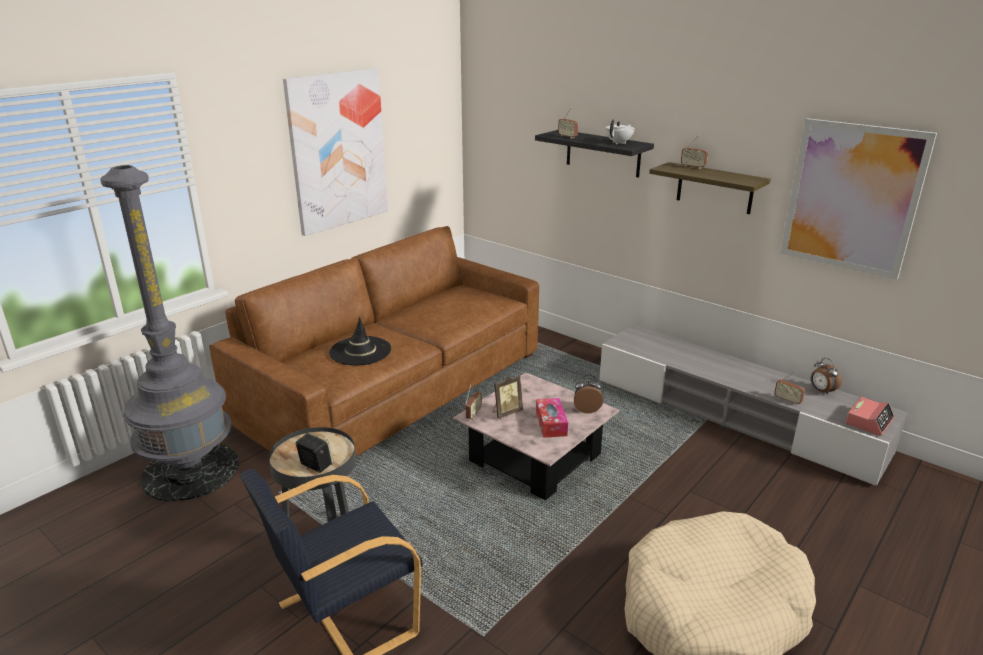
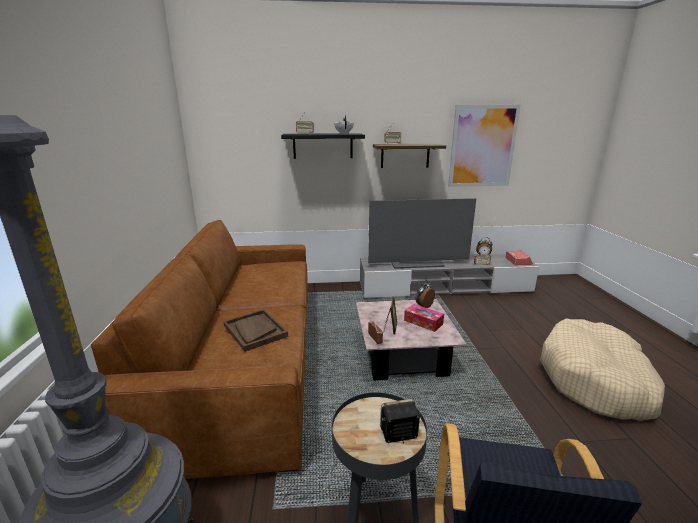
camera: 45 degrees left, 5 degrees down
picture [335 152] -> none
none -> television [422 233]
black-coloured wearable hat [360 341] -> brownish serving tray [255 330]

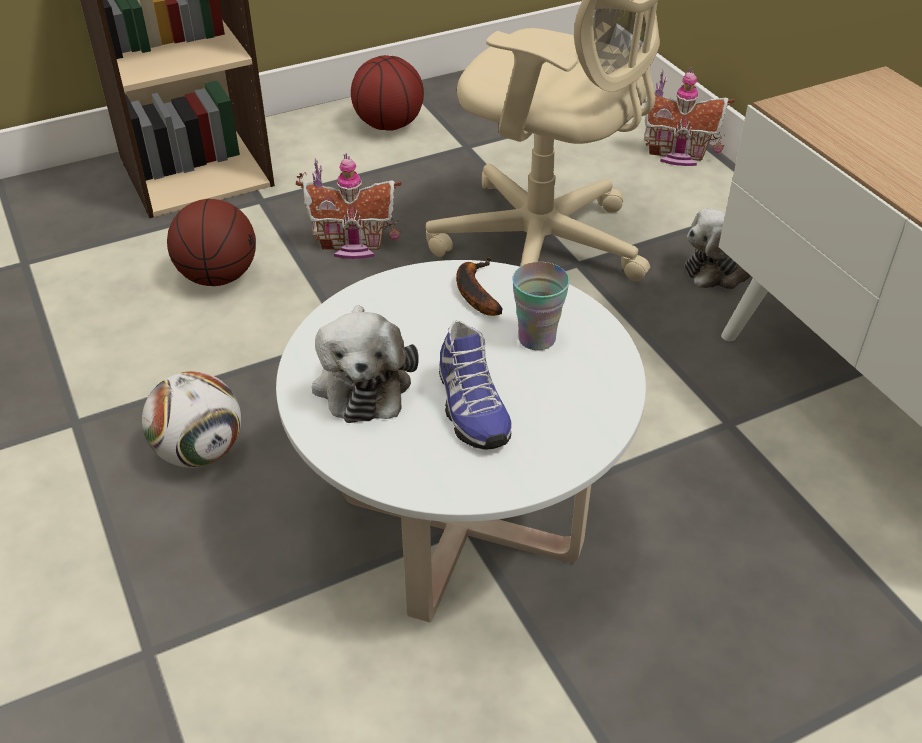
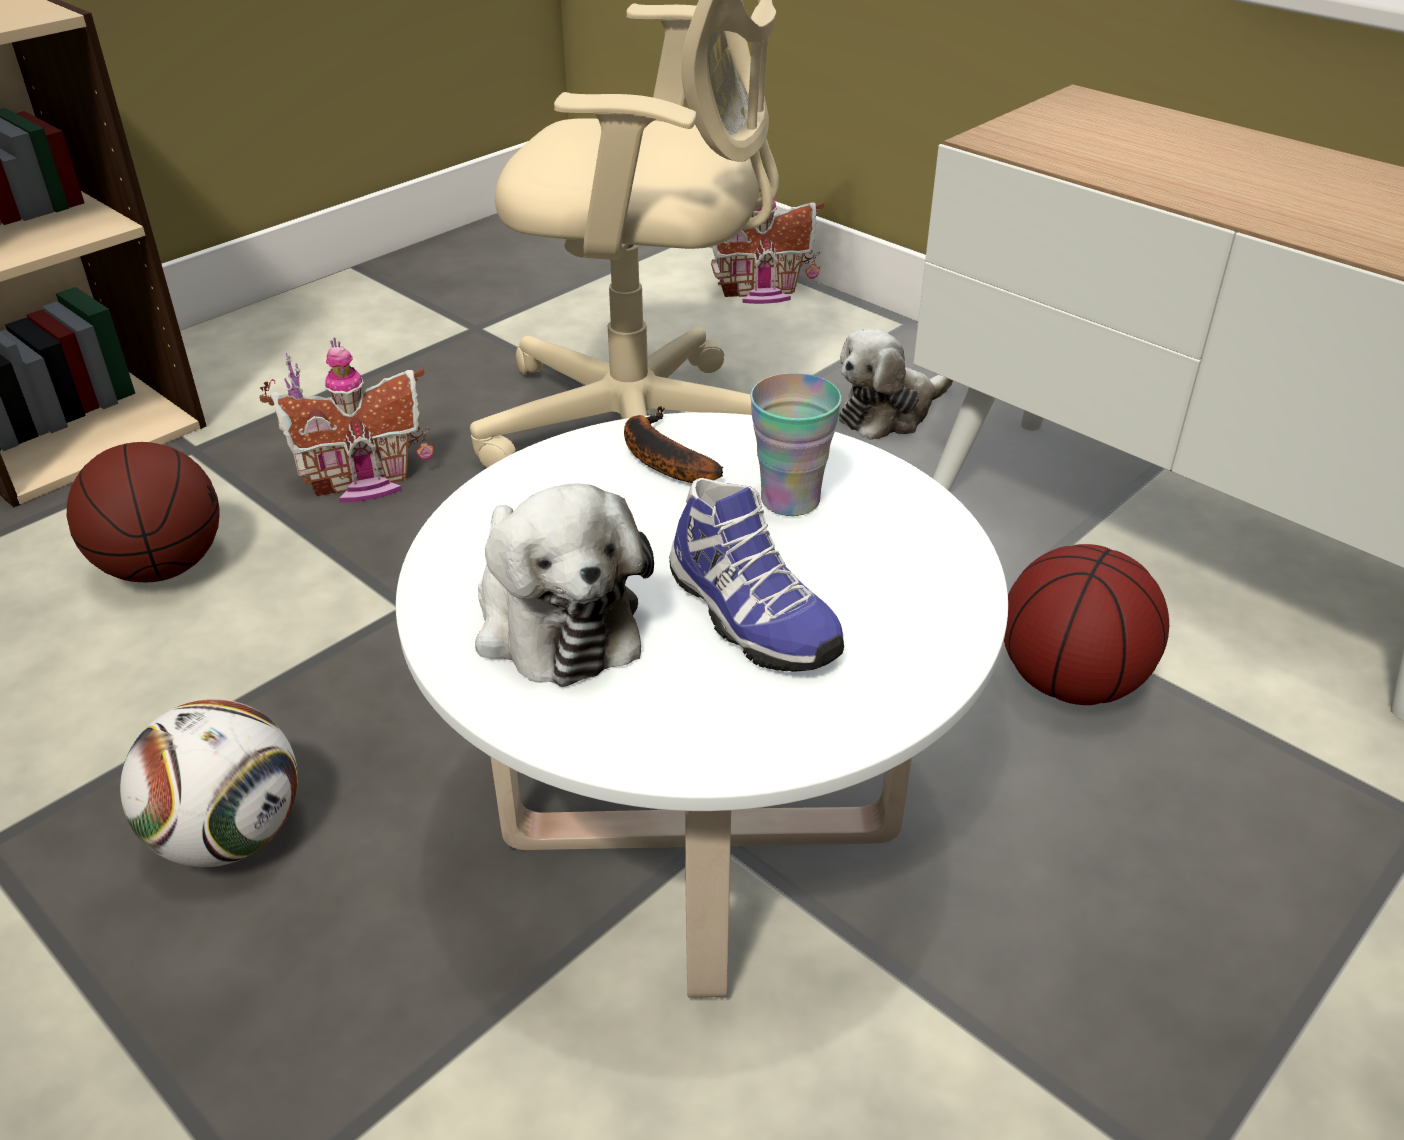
camera: 20 degrees left, 5 degrees down
ball for basketball [387 93] -> ball for basketball [1086 624], move

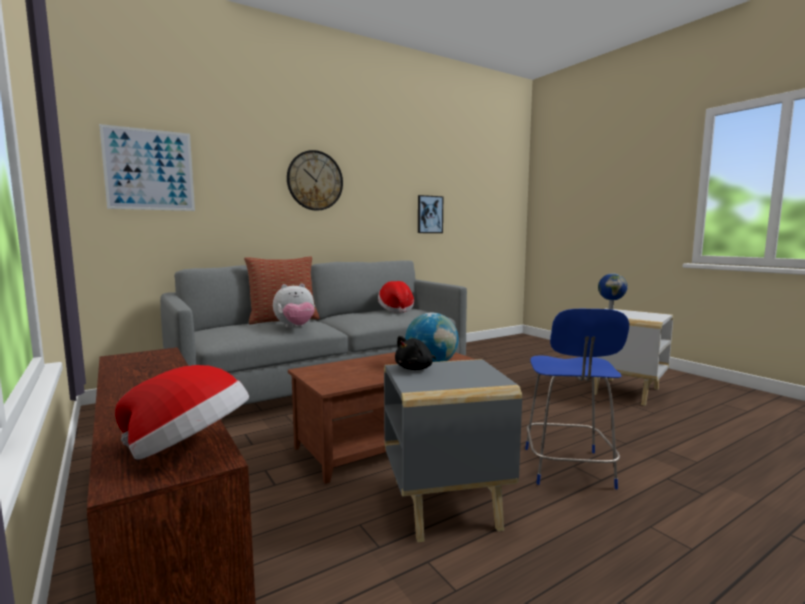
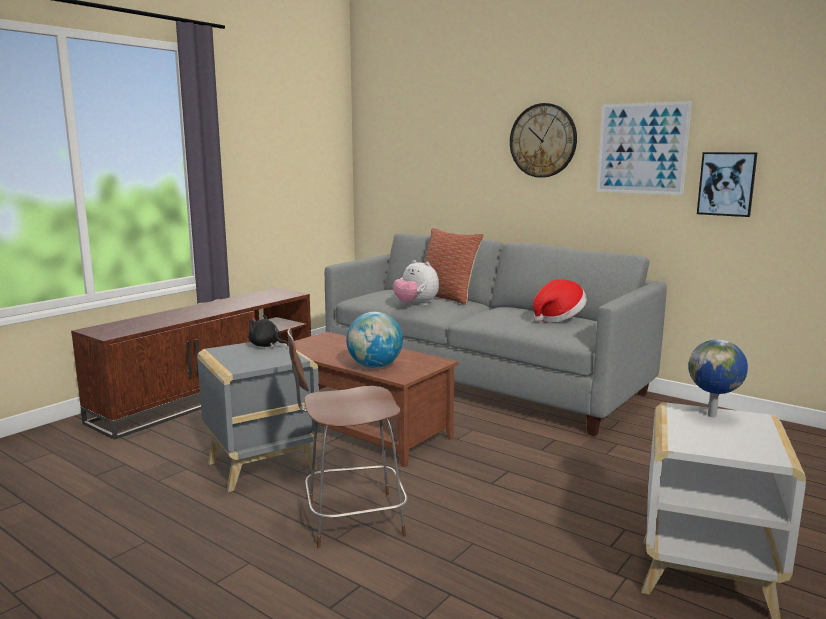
camera: 70 degrees right, 5 degrees up
wearable hat [182 412] -> none
picture [147 167] -> picture [644 148], move
bluish stool [577 399] -> brownish stool [348 438]

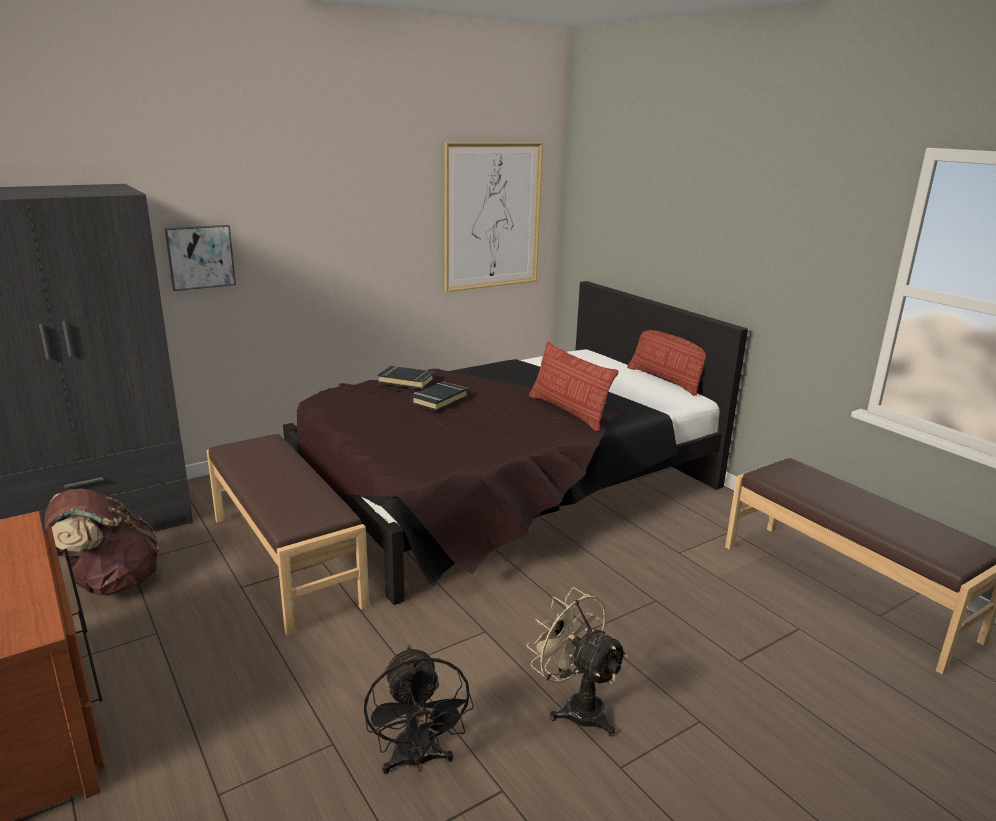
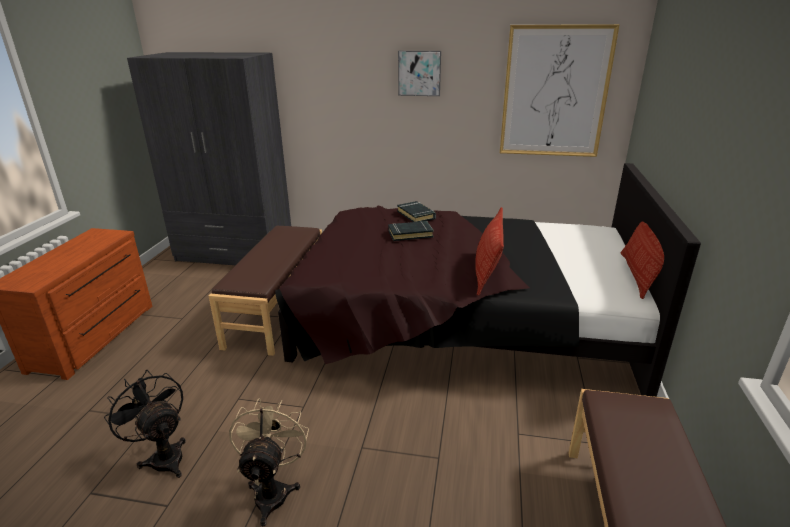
camera: 45 degrees right, 5 degrees up
brownish rucksack [102 542] -> none
picture [200 258] -> picture [419 73], move
black-coloured fan [419 709] -> black-coloured fan [145 424], 105 degrees clockwise

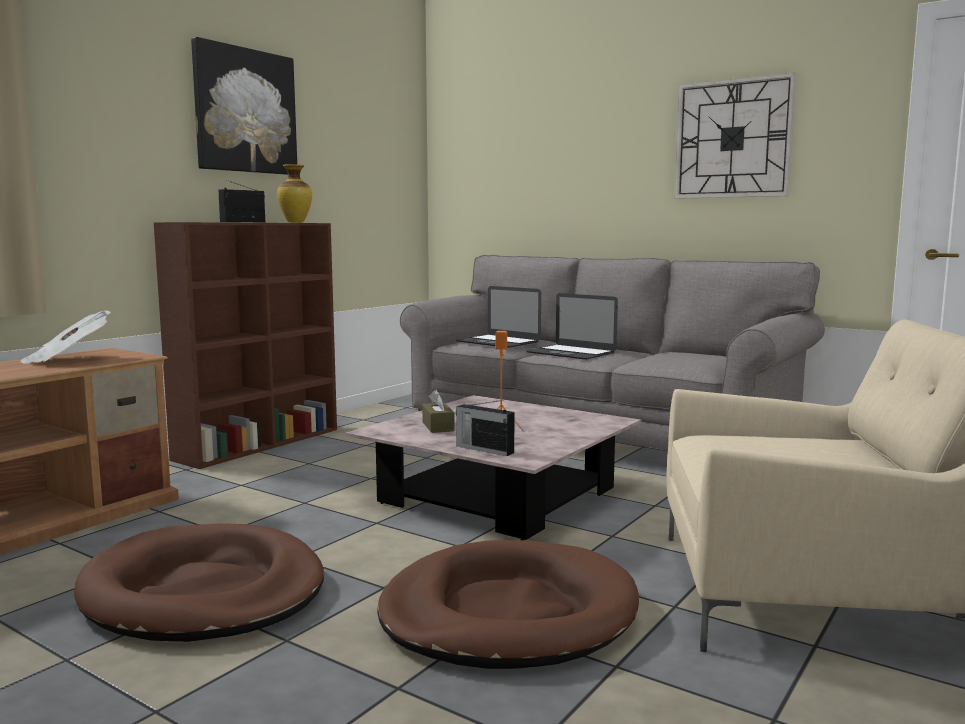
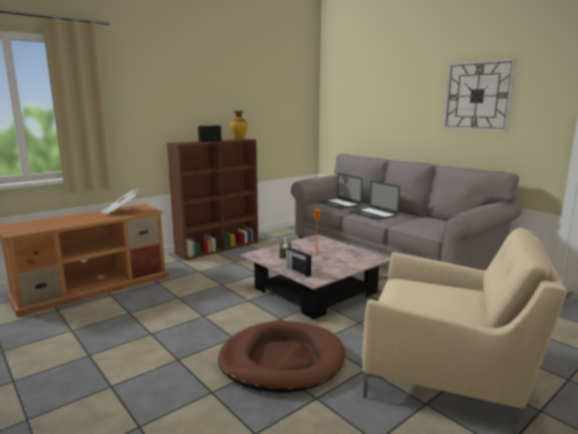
camera: 15 degrees right, 5 degrees up
brownish dog cushion [199 582] -> none
picture [244 106] -> none

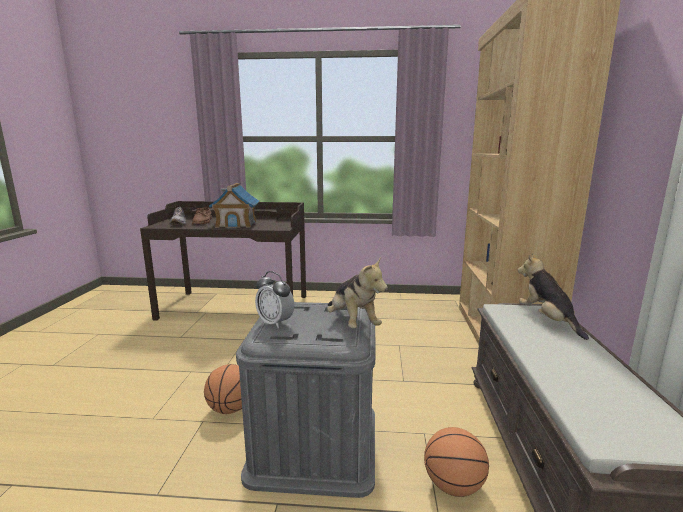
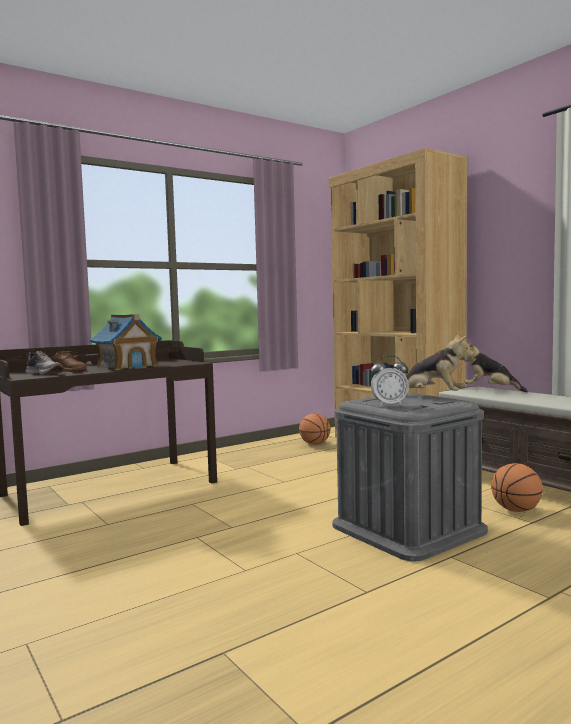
camera: 40 degrees left, 10 degrees down
ball for basketball [223 389] -> ball for basketball [315 429], move

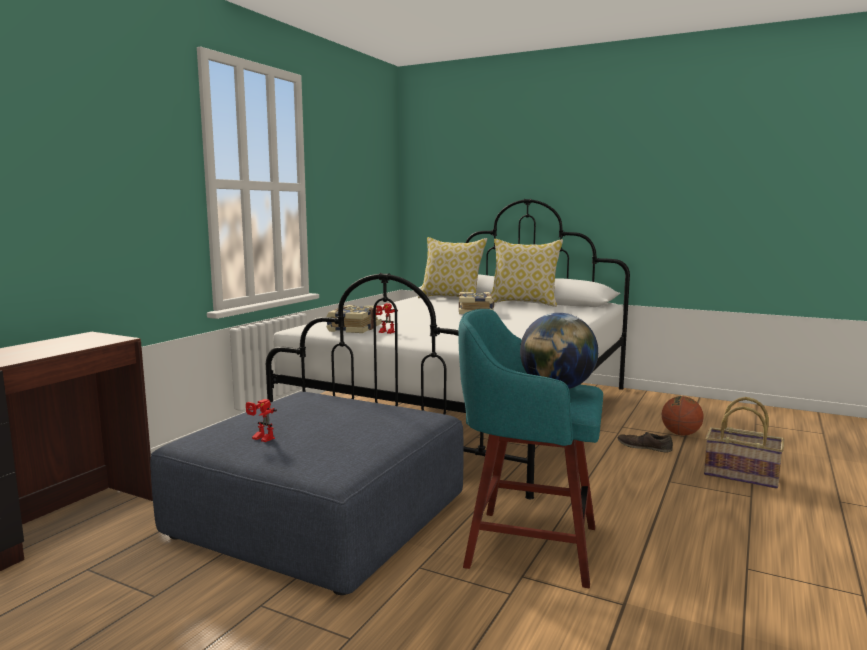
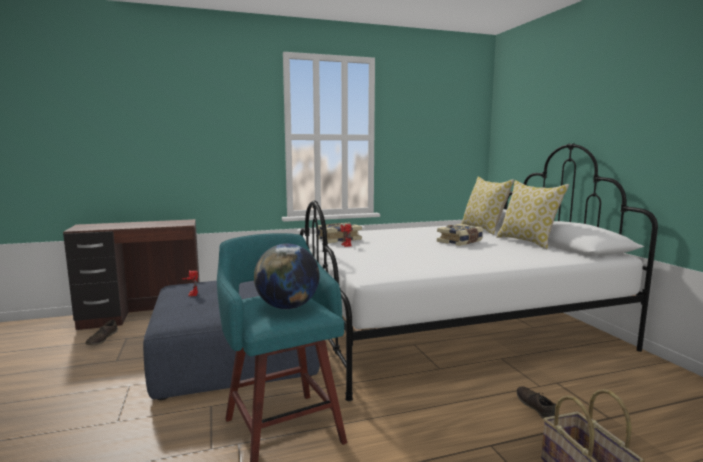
camera: 45 degrees right, 0 degrees up
ball for basketball [682 416] -> none
none -> brownish item of footwear [101 332]

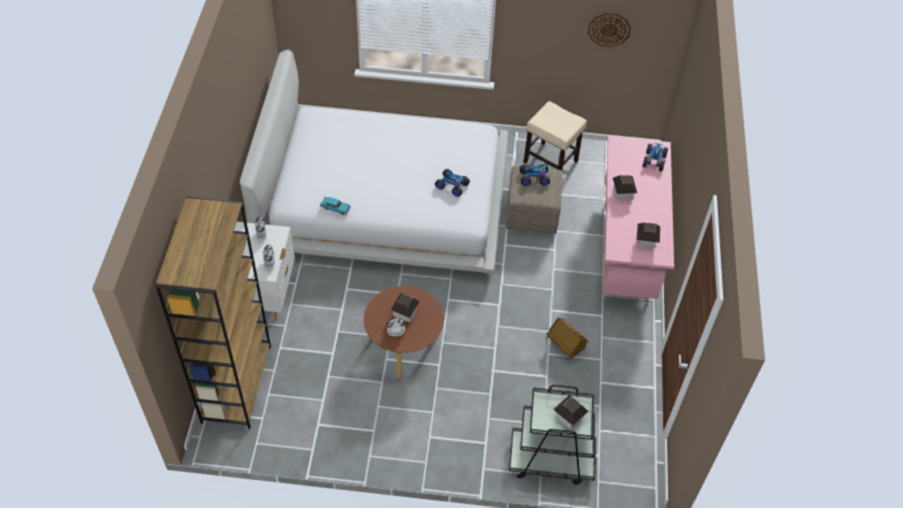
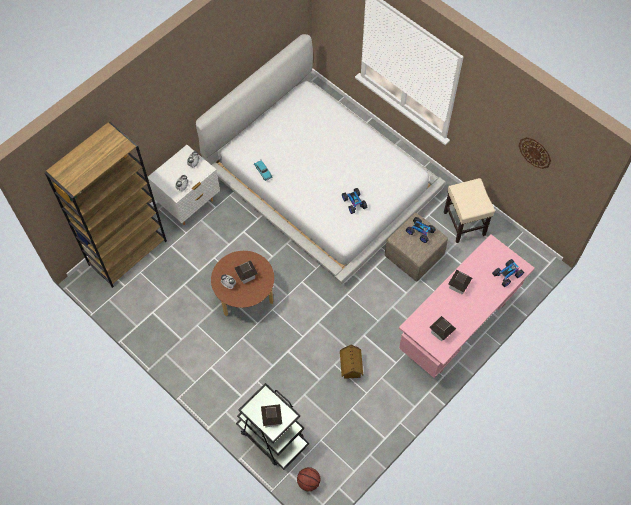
camera: 40 degrees right, 10 degrees up
none -> ball for basketball [308 479]

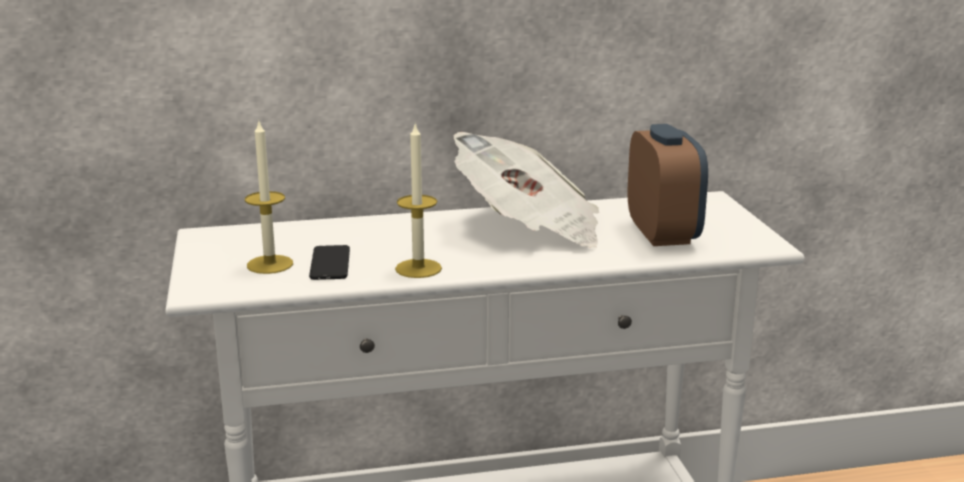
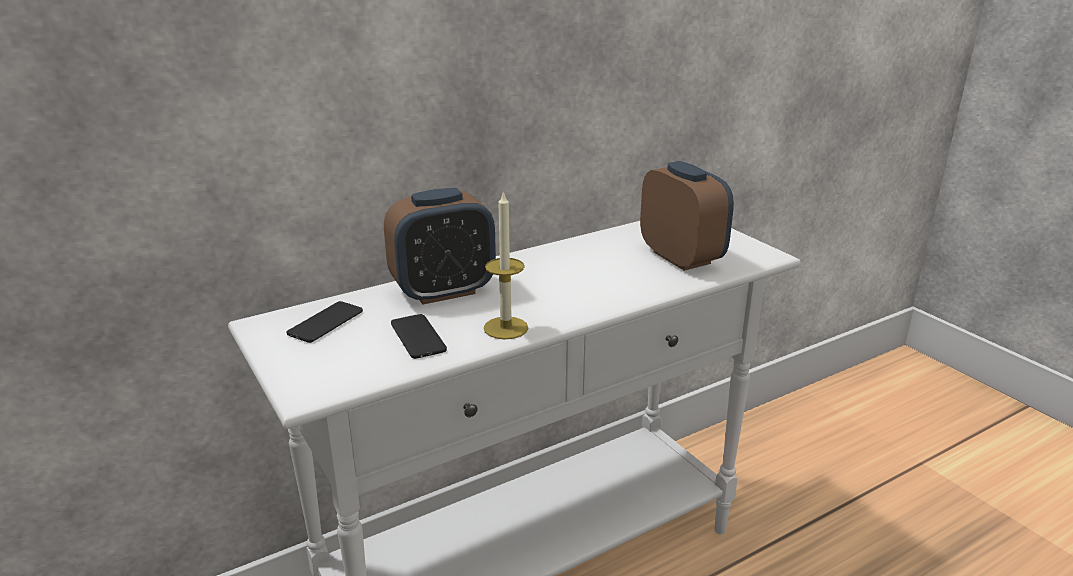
camera: 20 degrees left, 5 degrees up
wax candle [269 198] -> none
newspaper [526 190] -> none
none -> phone [324 322]
none -> bedside clock [440 246]

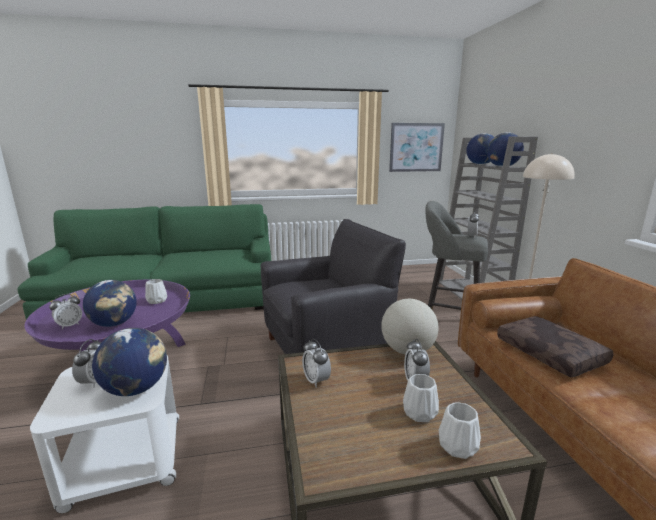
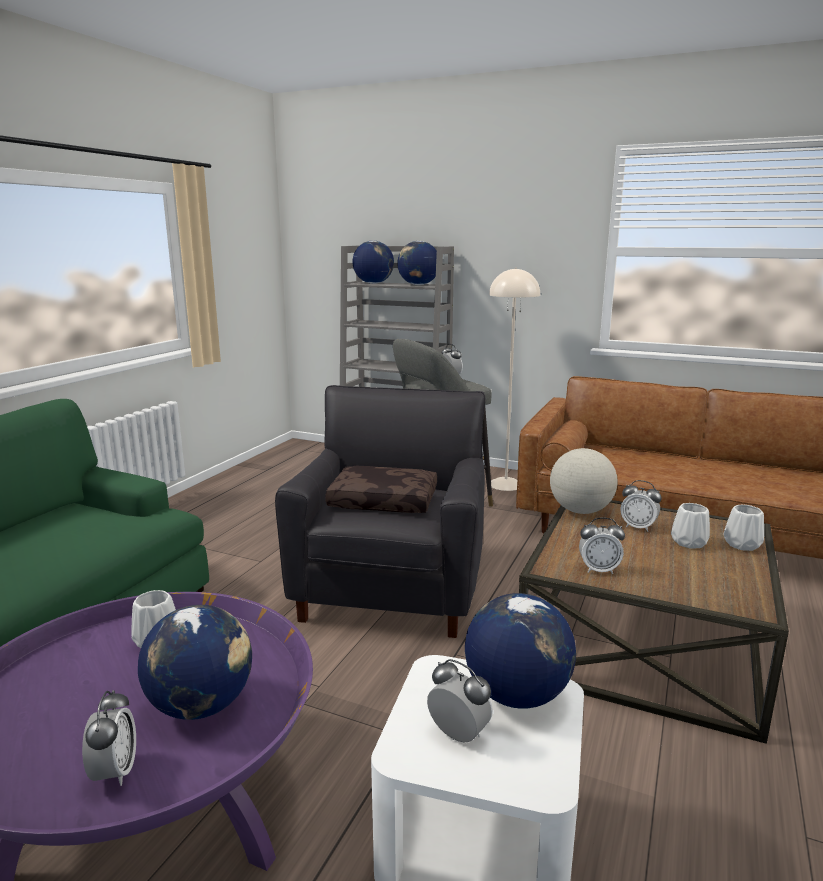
camera: 55 degrees left, 0 degrees up
picture [417 147] -> none
brownish throw pillow [555 347] -> brownish throw pillow [381 489], move

